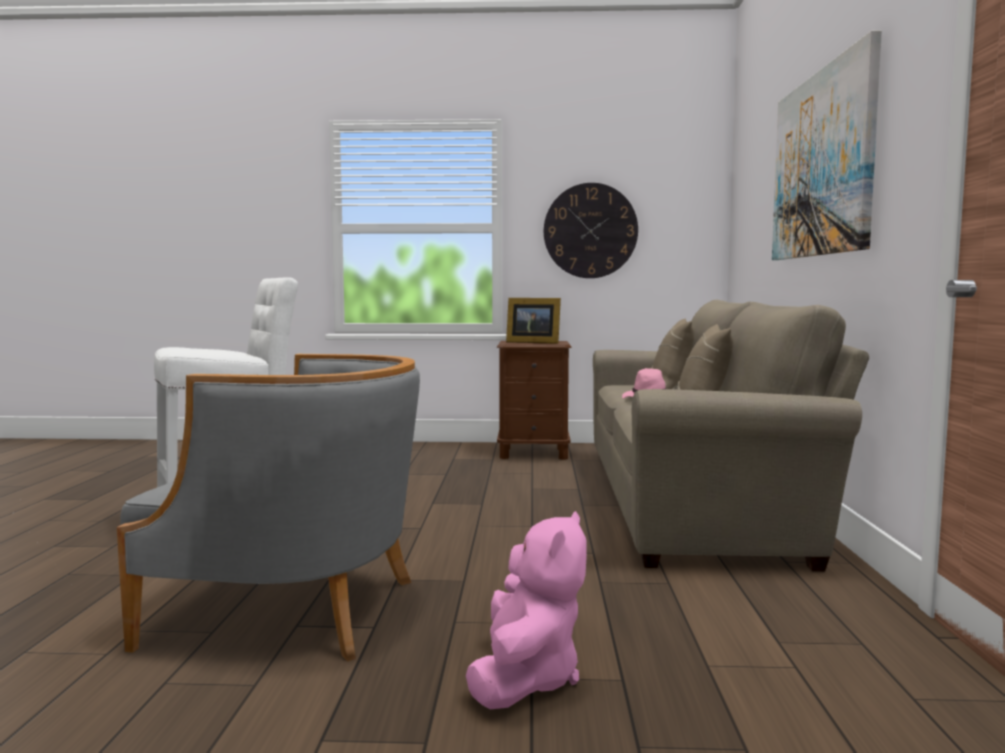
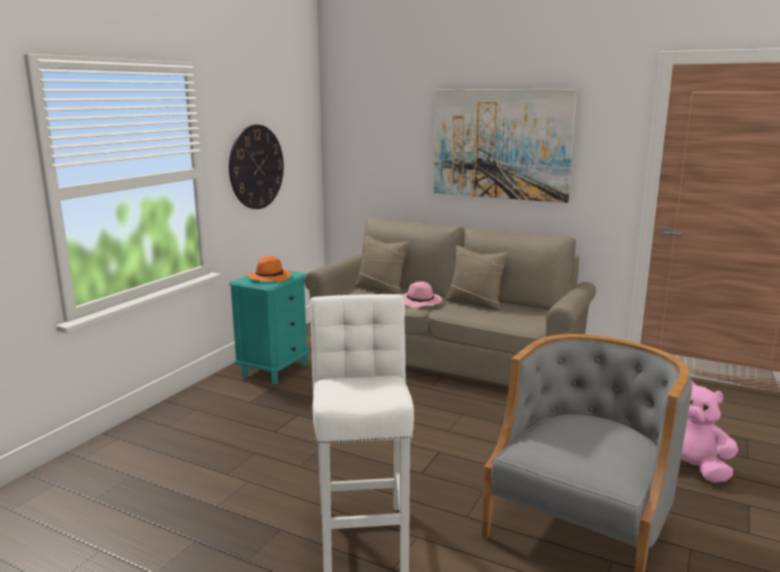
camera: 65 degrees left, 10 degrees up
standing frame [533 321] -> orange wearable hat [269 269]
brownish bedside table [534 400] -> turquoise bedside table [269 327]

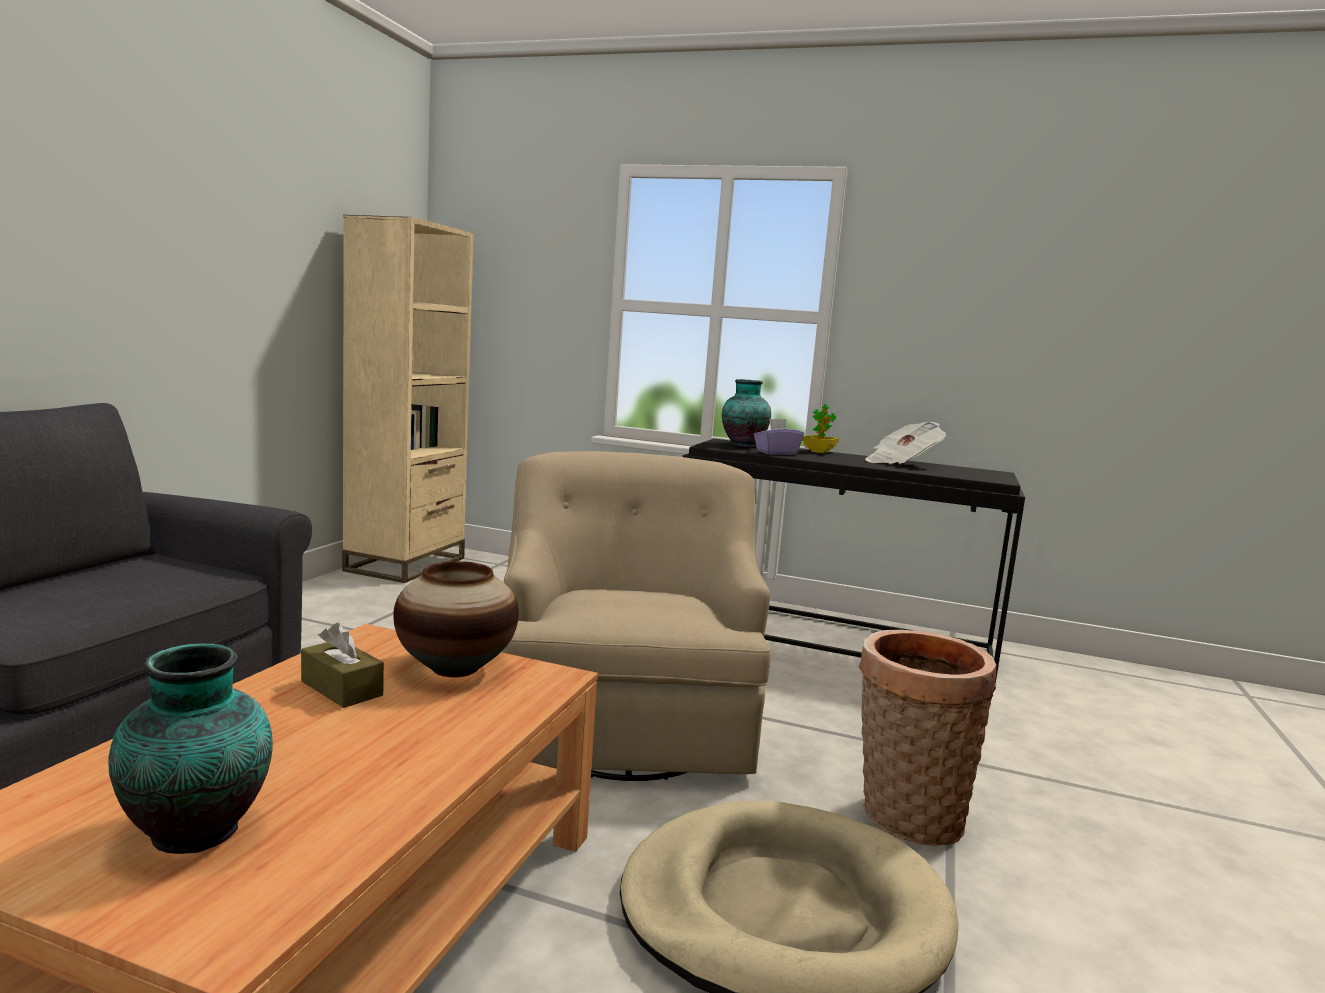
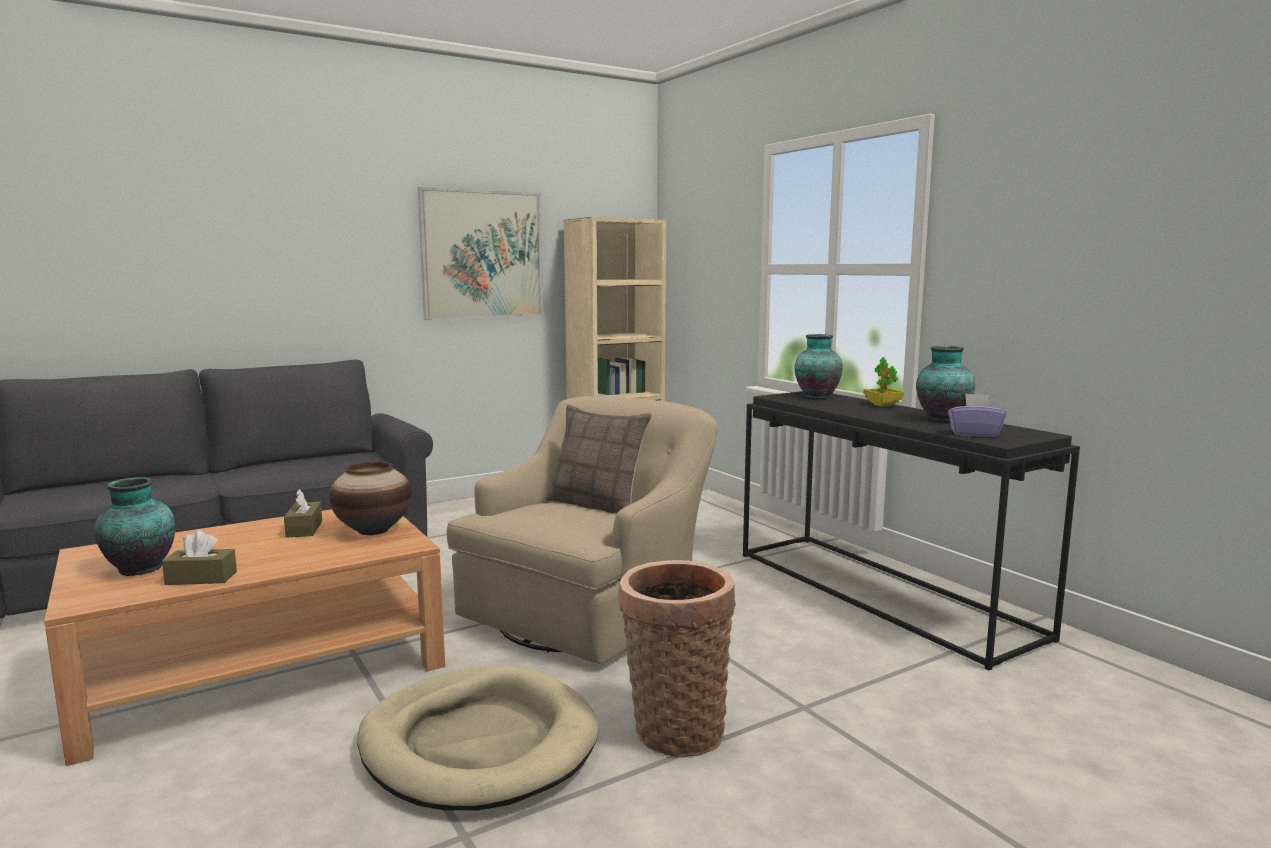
camera: 40 degrees right, 0 degrees up
none -> brownish box of tissues [199 558]
none -> picture [480 253]
none -> throw pillow [599 458]
purple box of tissues [779 436] -> purple box of tissues [977 415], move
newspaper [905 443] -> decorative vase [945 384]

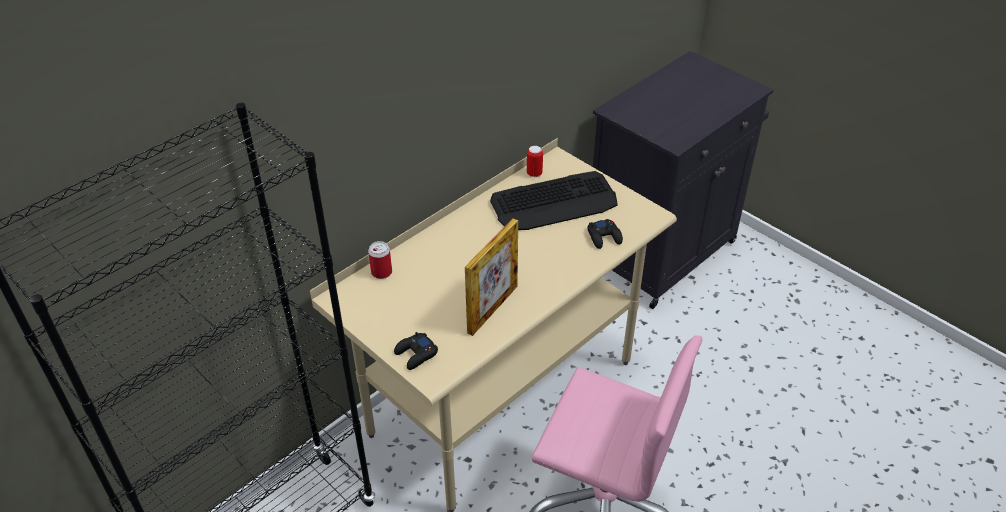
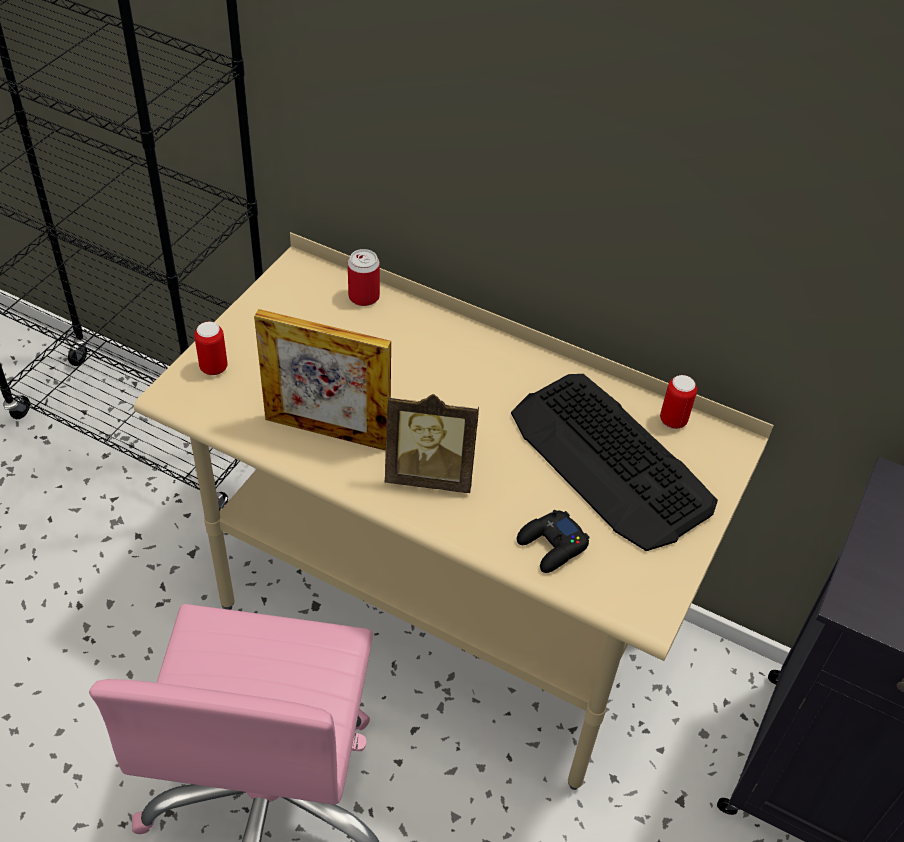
camera: 70 degrees right, 5 degrees up
none -> standing frame [432 443]
black-coloured joypad [416 351] -> can [211 348]

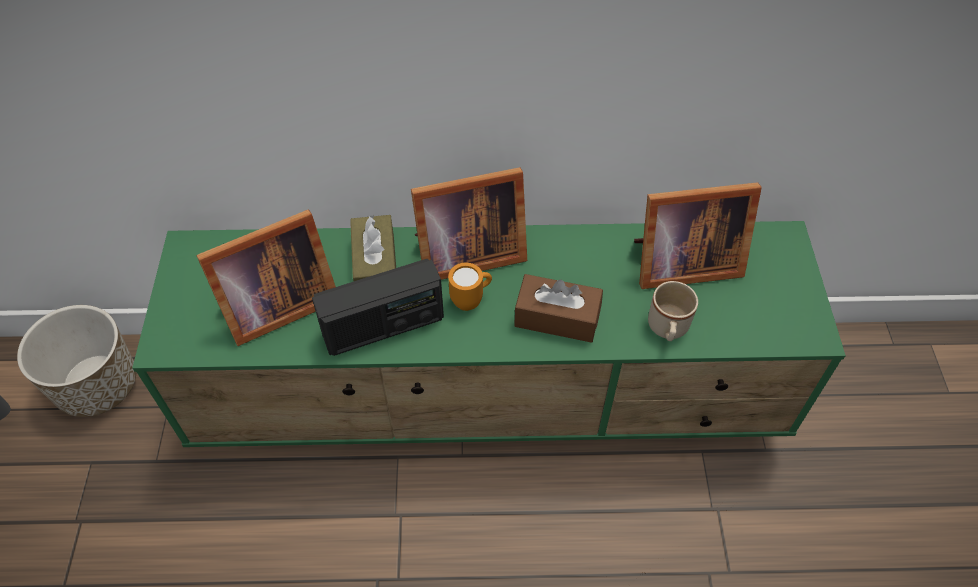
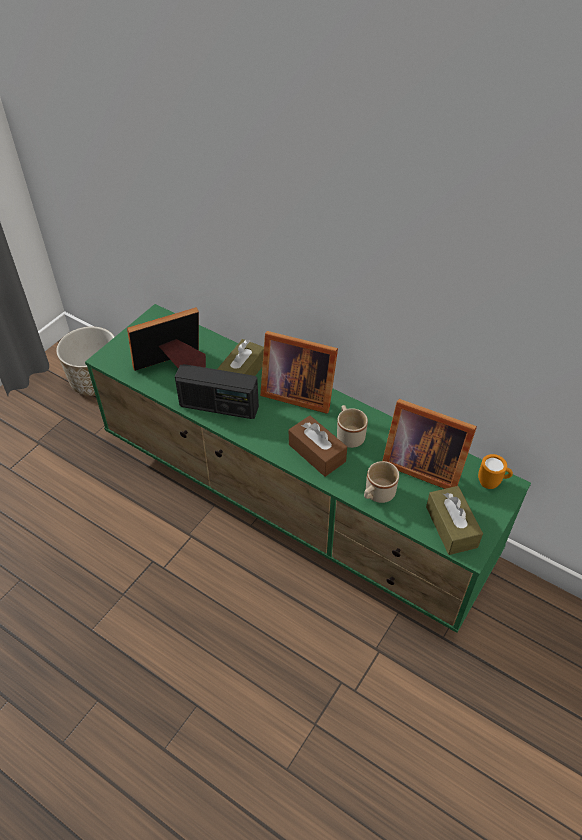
camera: 35 degrees right, 5 degrees down
none -> sand-coloured coffee mug [352 426]
none -> brownish box of tissues [454 520]
orange coffee mug [470 287] -> orange coffee mug [495 471], move
standing frame [266 278] -> standing frame [166 339], 150 degrees clockwise

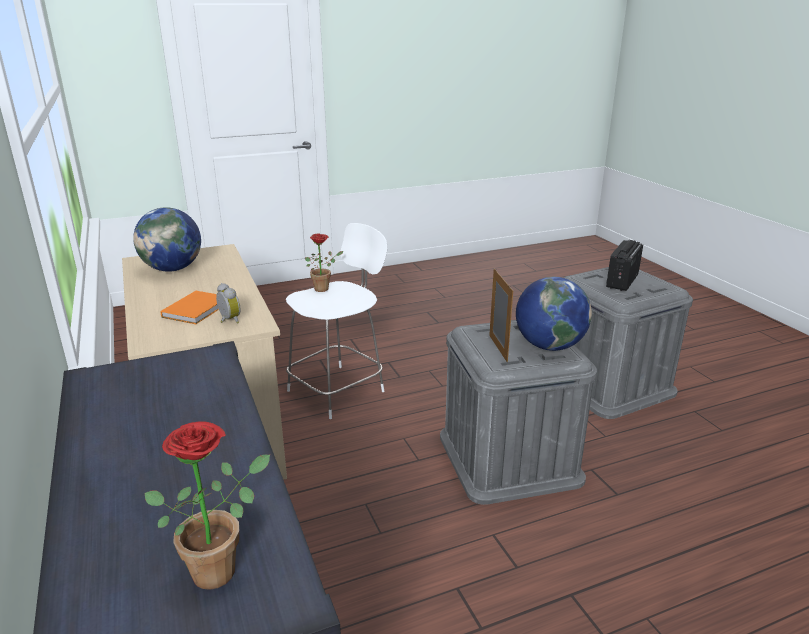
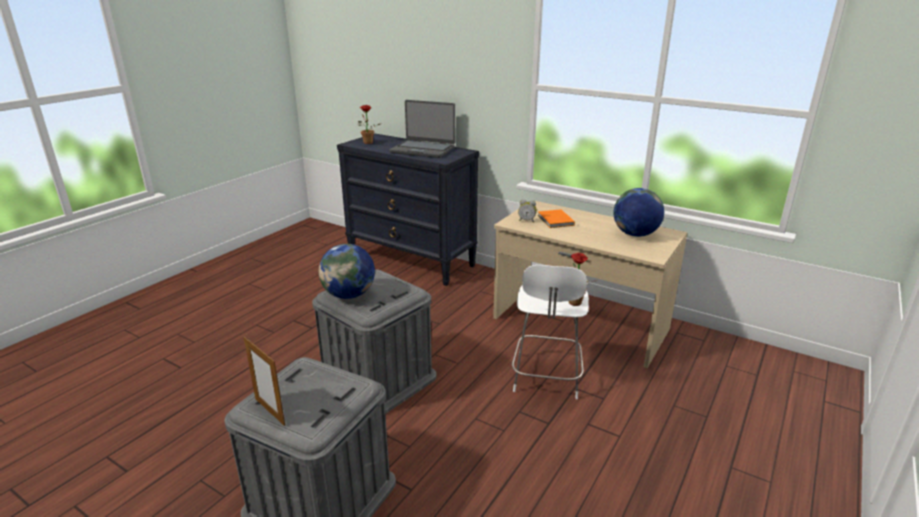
camera: 145 degrees right, 0 degrees up
radio [624 265] -> none
none -> portable computer [422 129]
standing frame [501 315] -> standing frame [264 381], move

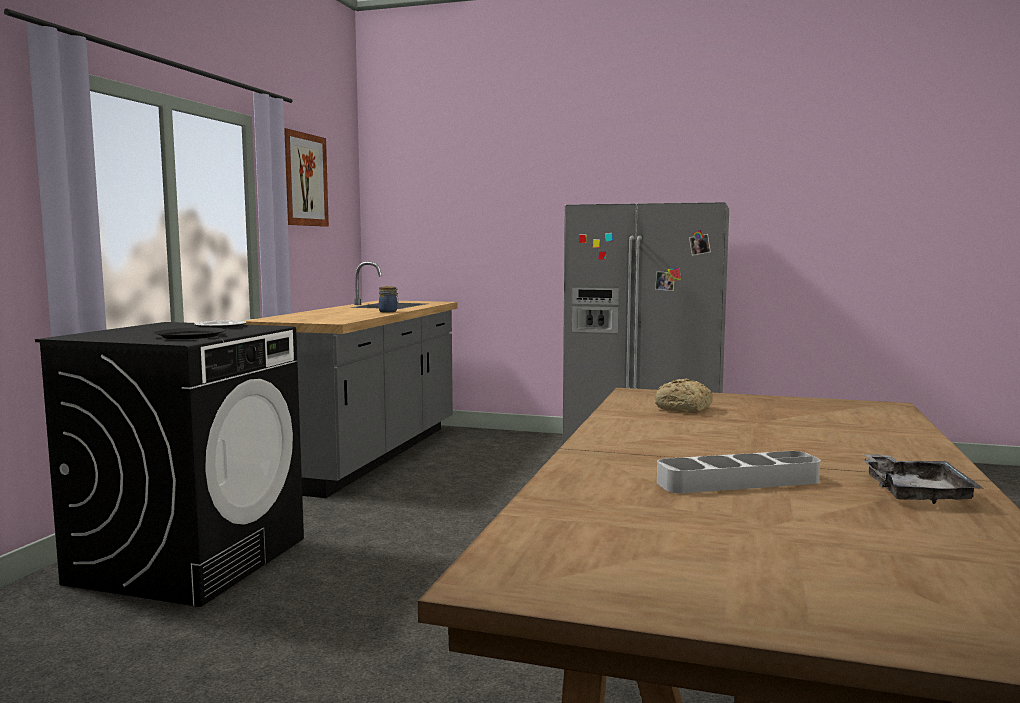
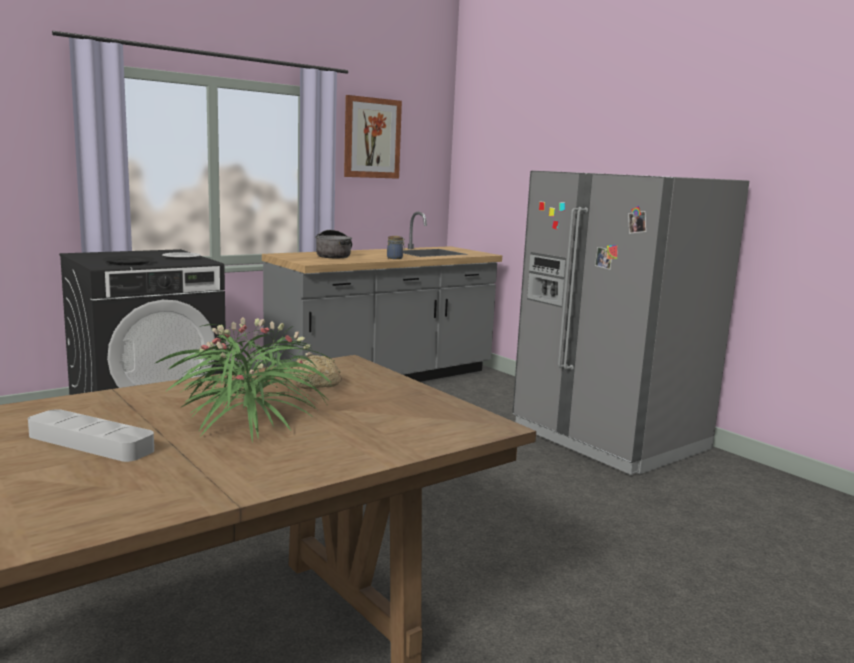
camera: 35 degrees right, 5 degrees up
grey serving tray [923 479] -> none
none -> plant in a pot [244 380]
none -> saucepot [333 244]

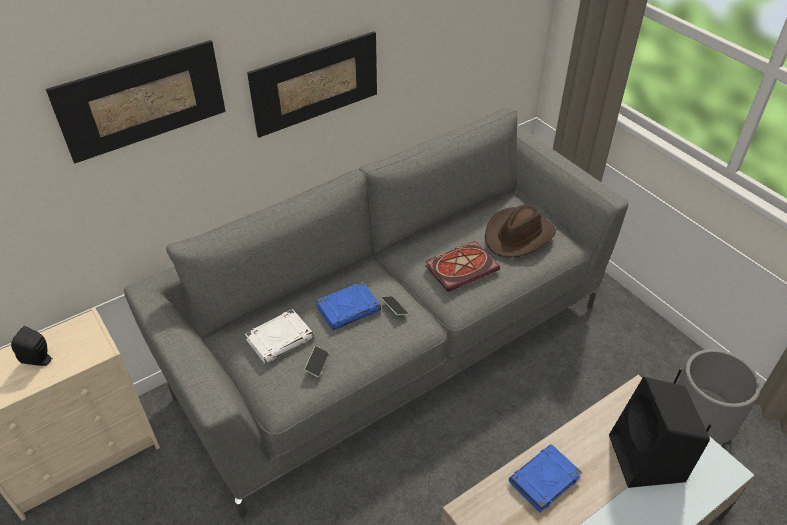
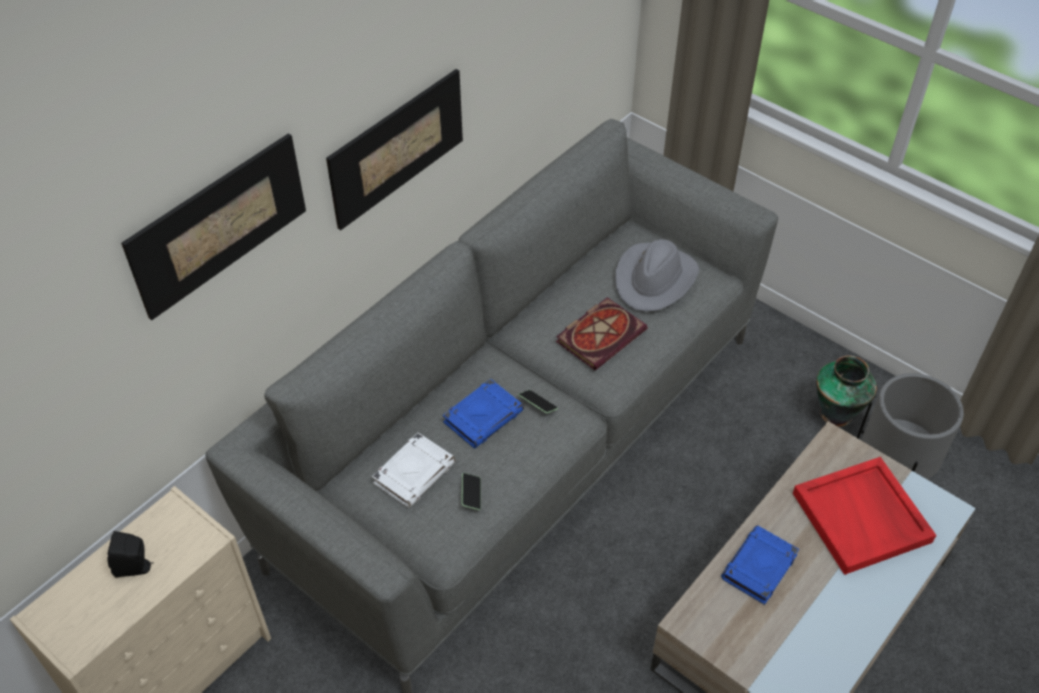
camera: 15 degrees left, 5 degrees up
none -> decorative vase [846 391]
black-coloured loudspeaker [659 432] -> red serving tray [864 516]
brownish wearable hat [520 231] -> grey wearable hat [657 275]

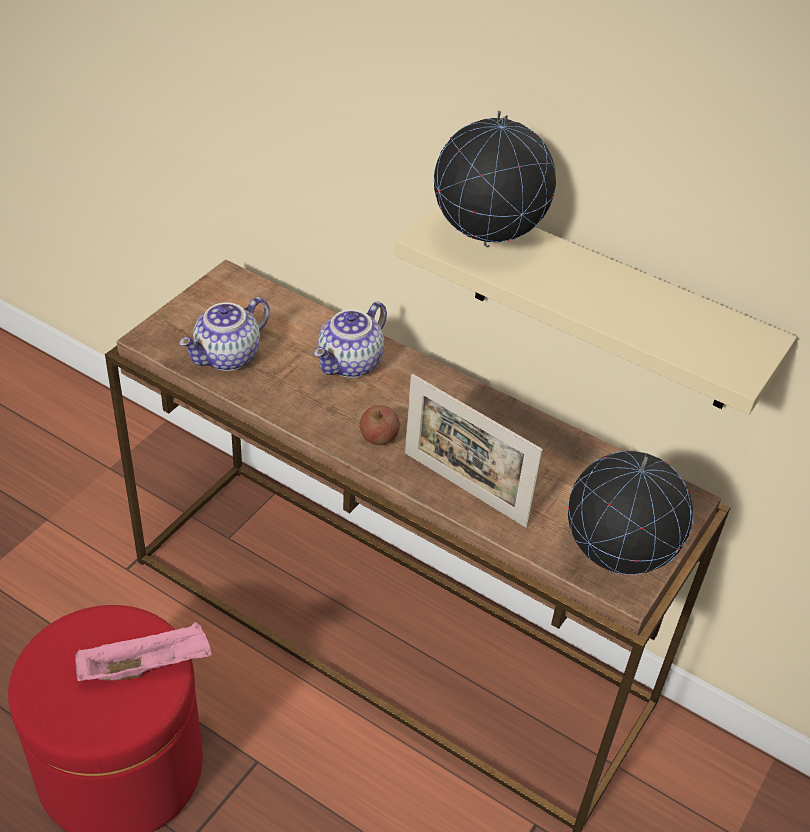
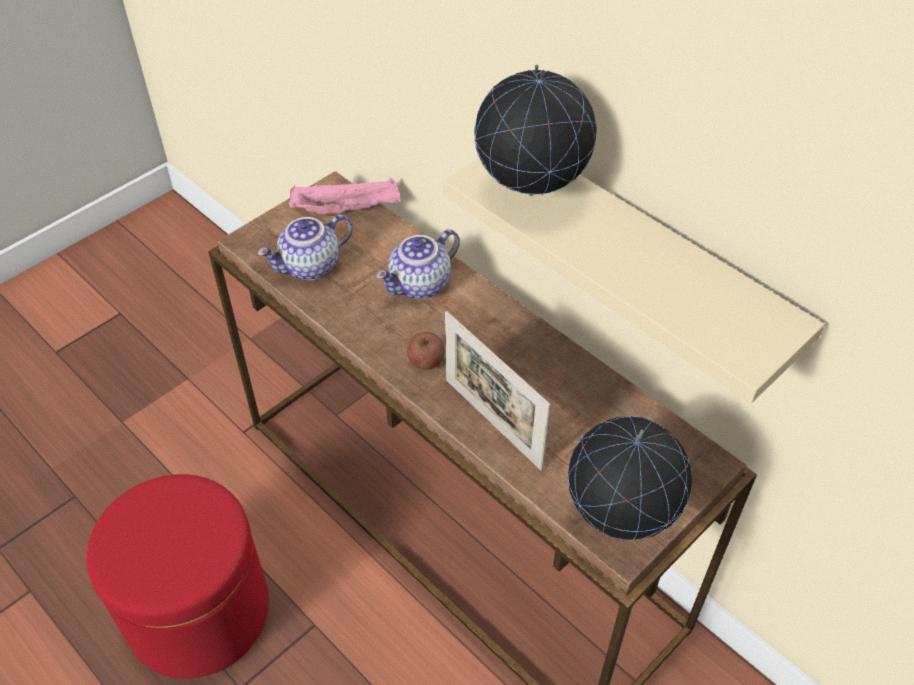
camera: 15 degrees right, 5 degrees up
pinkish serving tray [143 651] -> pinkish serving tray [345 197], move

